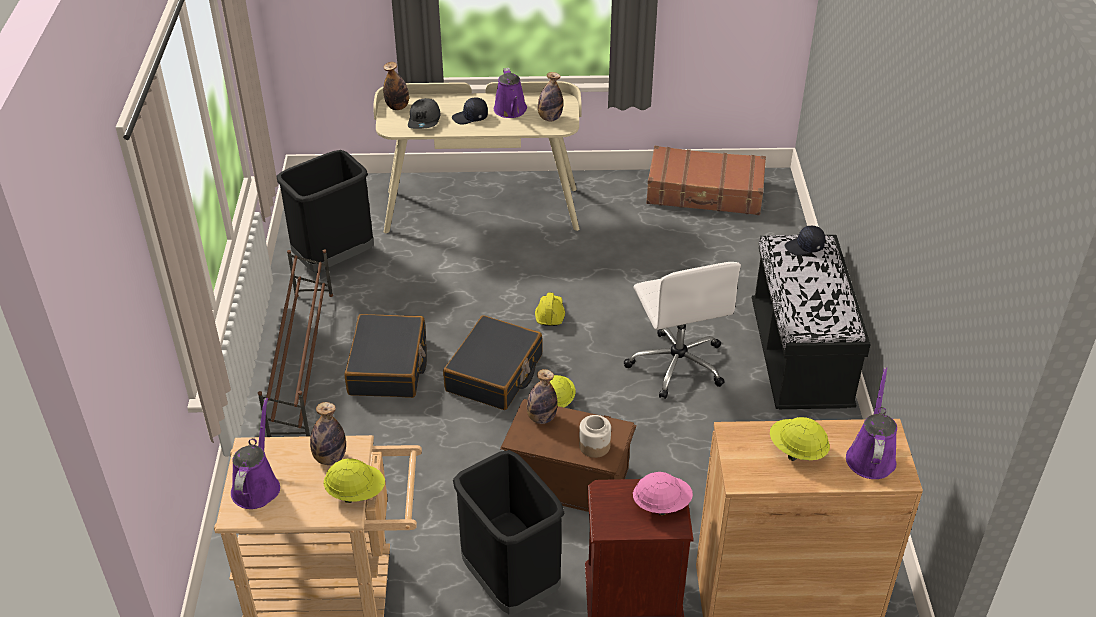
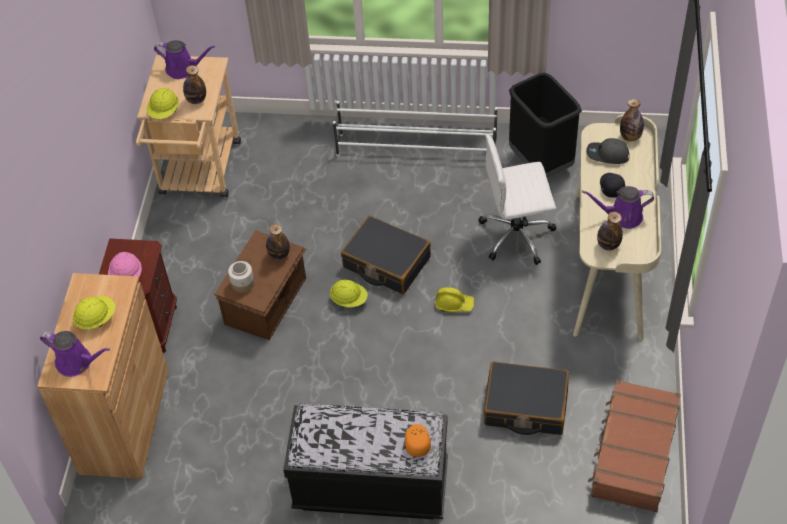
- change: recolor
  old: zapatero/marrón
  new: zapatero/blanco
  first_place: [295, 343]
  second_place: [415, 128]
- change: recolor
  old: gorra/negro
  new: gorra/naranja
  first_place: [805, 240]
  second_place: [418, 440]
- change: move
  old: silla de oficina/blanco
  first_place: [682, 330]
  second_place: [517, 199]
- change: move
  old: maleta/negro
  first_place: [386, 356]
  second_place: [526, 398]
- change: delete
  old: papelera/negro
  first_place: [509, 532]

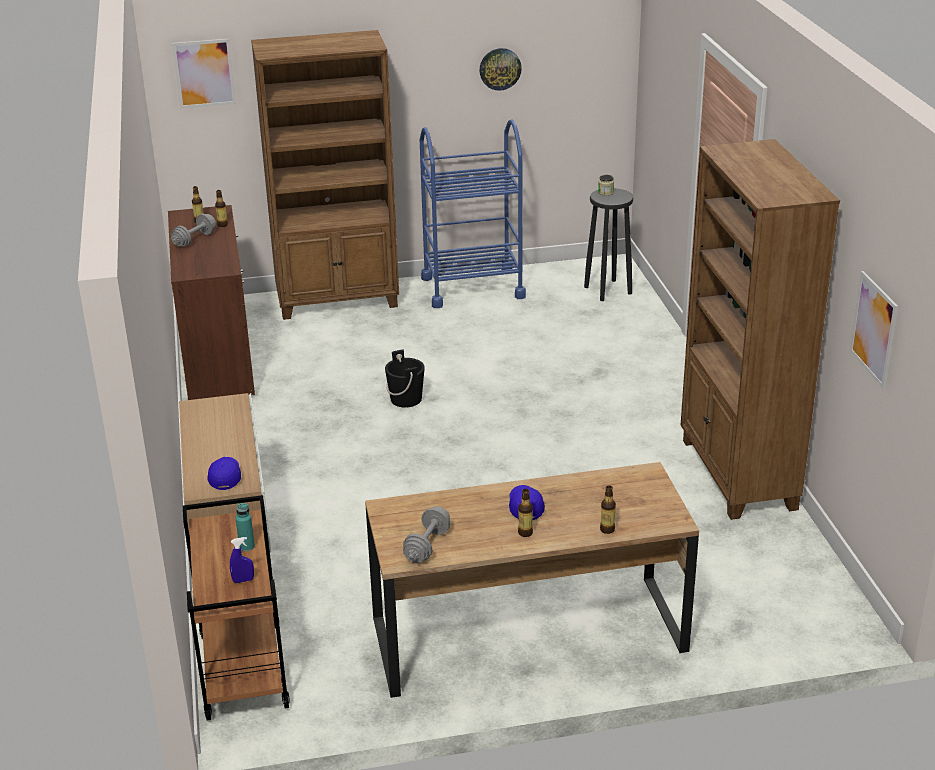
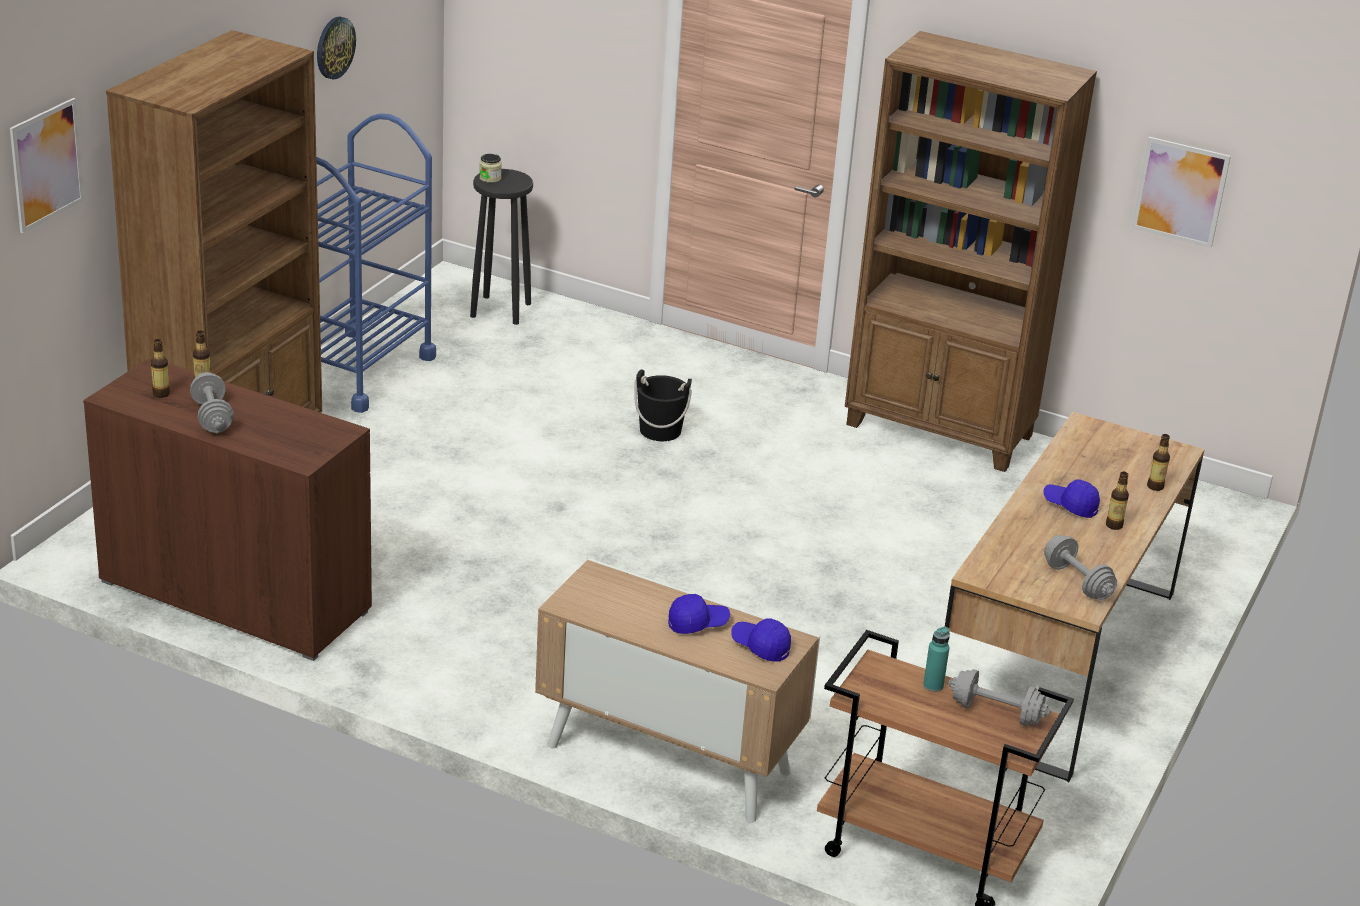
- change: move
  old: cubo/negro
  first_place: [405, 378]
  second_place: [663, 405]
- change: insert
  new: gorra/azul
  second_place: [699, 614]
- change: replace
  old: pulverizador/azul
  new: mancuerna/gris
  first_place: [242, 560]
  second_place: [999, 697]

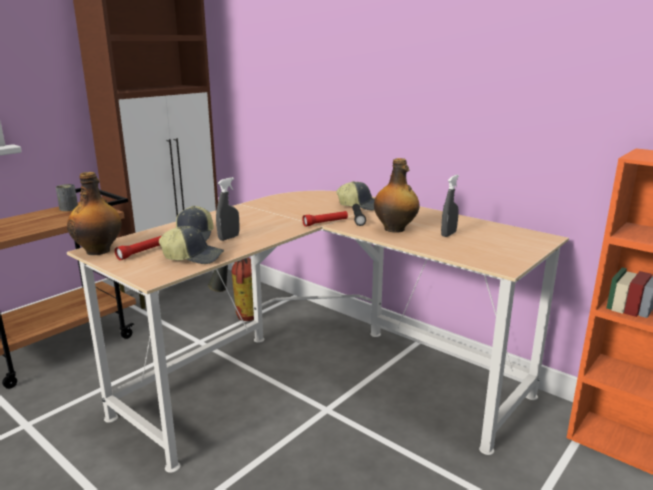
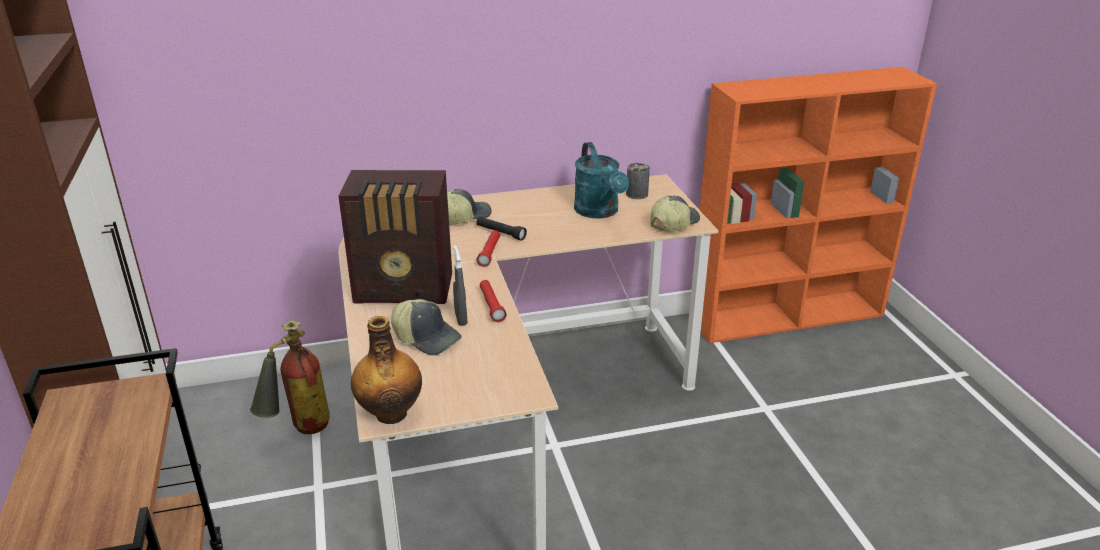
- change: insert
  new: radio
  second_place: [395, 237]
- change: move
  old: linterna/rojo
  first_place: [138, 248]
  second_place: [493, 301]
- change: replace
  old: pulverizador/gris
  new: regadera/turquesa
  first_place: [450, 206]
  second_place: [601, 180]
- change: move
  old: lata
  first_place: [67, 197]
  second_place: [638, 181]
- change: move
  old: gorra
  first_place: [191, 245]
  second_place: [675, 214]
- change: delete
  old: botella
  first_place: [396, 195]

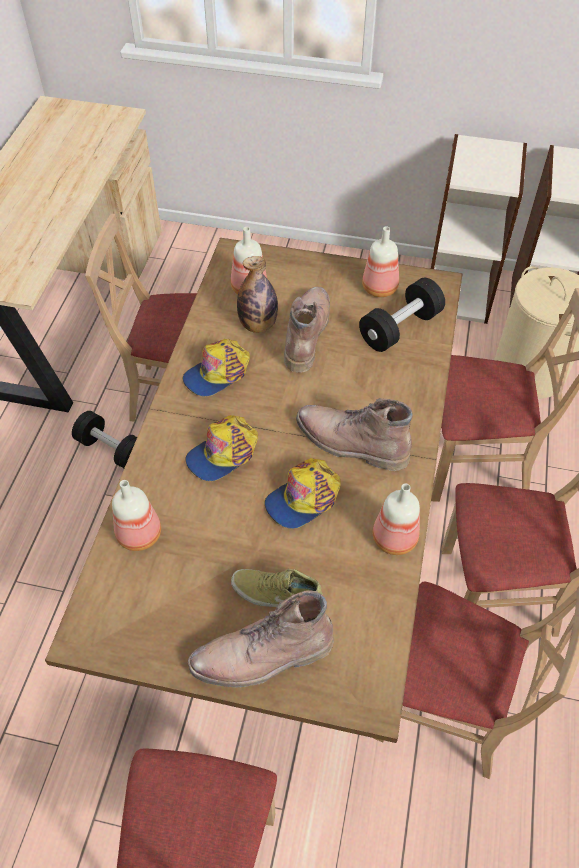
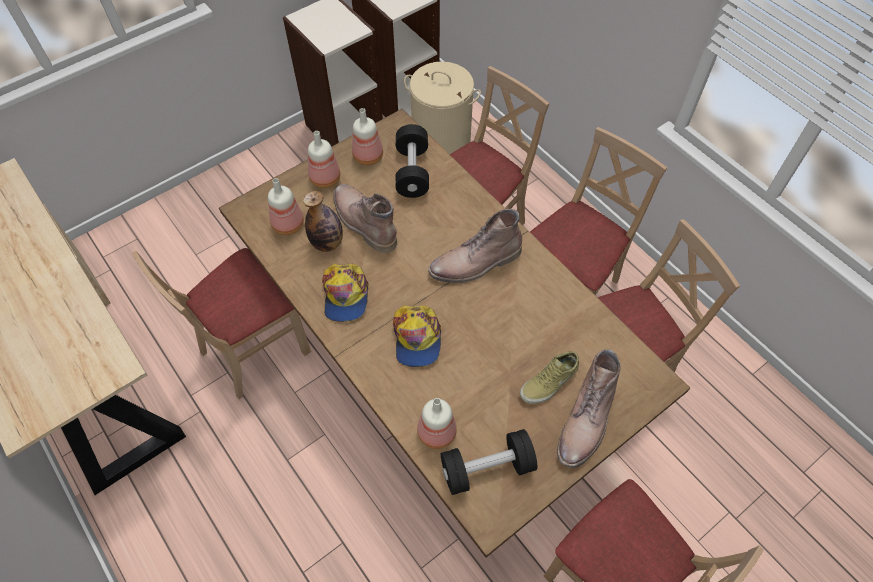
- change: move
  old: botella
  first_place: [396, 519]
  second_place: [324, 159]
- change: move
  old: mancuerna/negro
  first_place: [104, 439]
  second_place: [489, 462]
- change: delete
  old: gorra
  first_place: [302, 493]

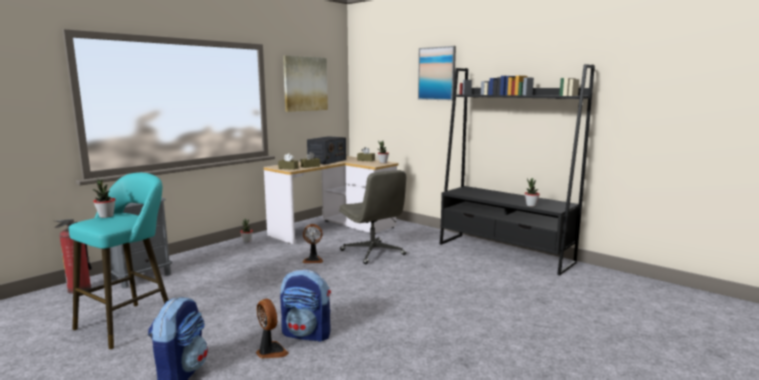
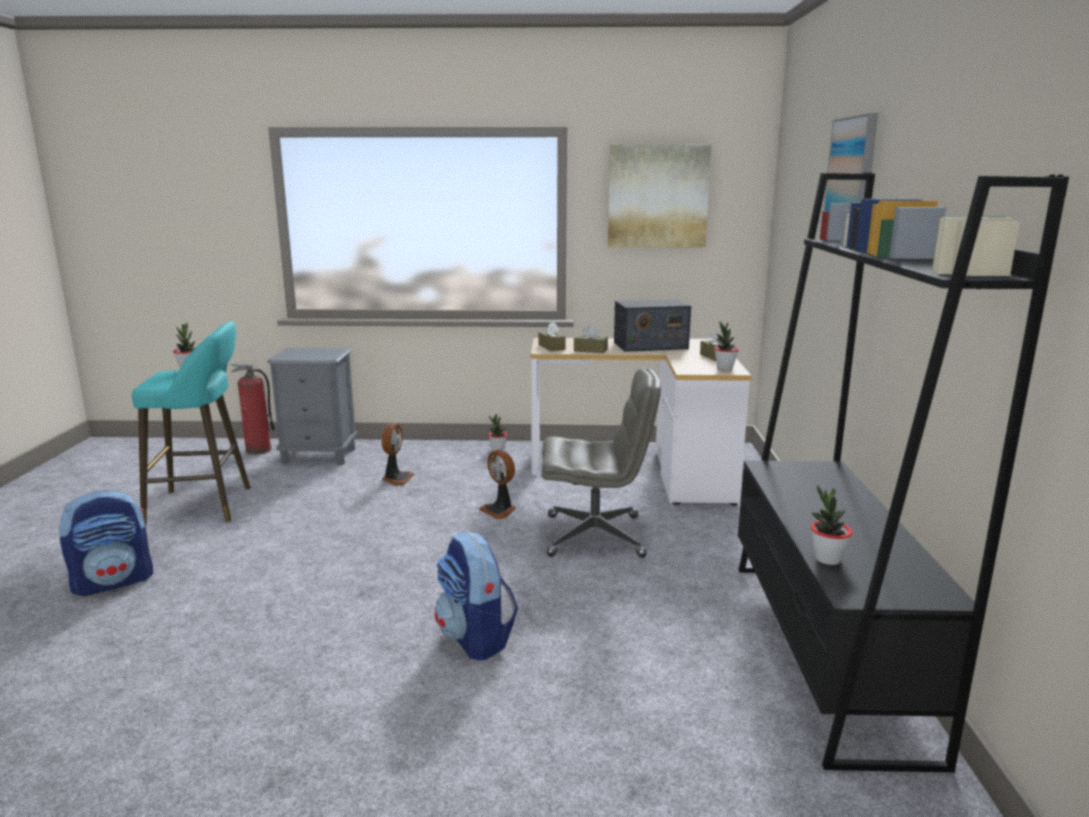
- change: move
  old: ventilador
  first_place: [272, 329]
  second_place: [397, 454]
- change: move
  old: mochila
  first_place: [305, 305]
  second_place: [476, 596]
- change: rotate
  old: silla de oficina/gris
  first_place: [372, 217]
  second_place: [601, 463]
  degrees: -105

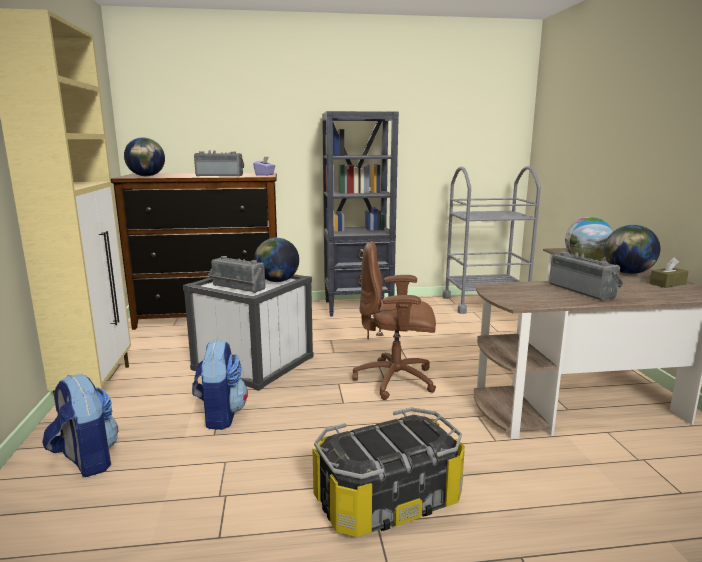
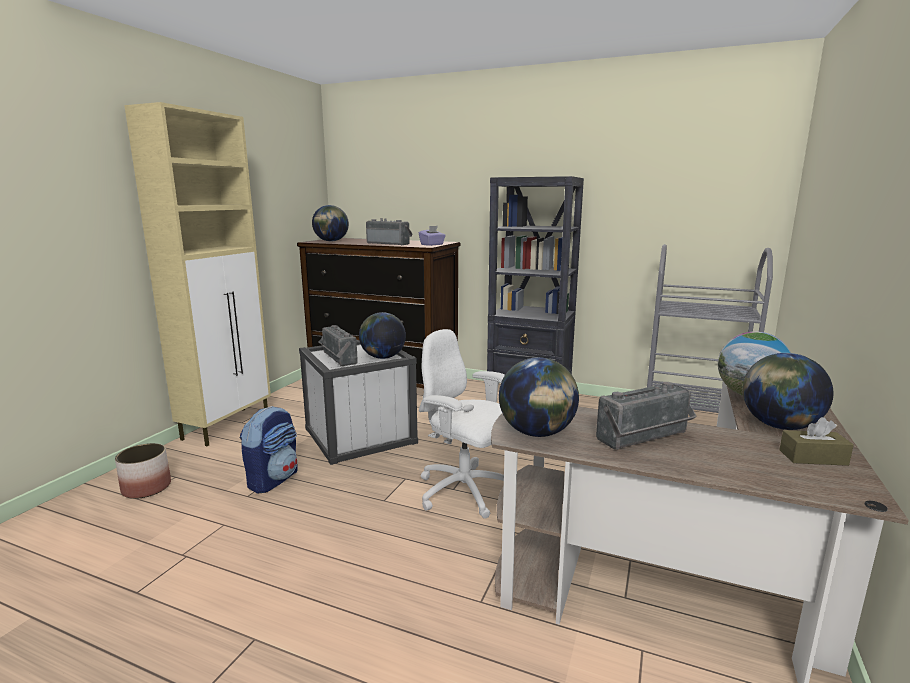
- change: replace
  old: mochila
  new: maceta
  first_place: [80, 425]
  second_place: [143, 471]
- change: recolor
  old: silla de oficina/marrón
  new: silla de oficina/blanco
  first_place: [394, 320]
  second_place: [462, 424]
- change: insert
  new: globo terráqueo
  second_place: [539, 397]
- change: rotate
  old: radio
  first_place: [586, 276]
  second_place: [646, 416]
  degrees: 60
- change: delete
  old: caja de almacenaje
  first_place: [389, 472]

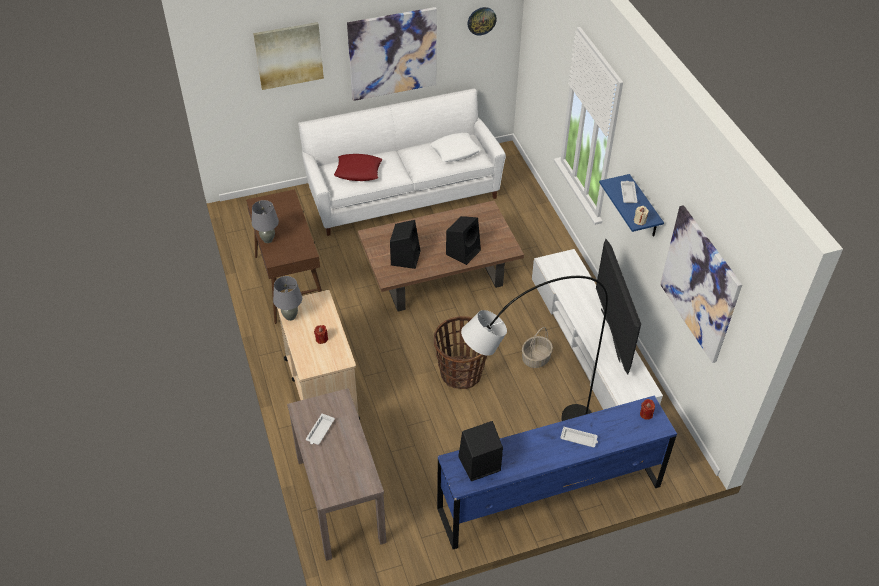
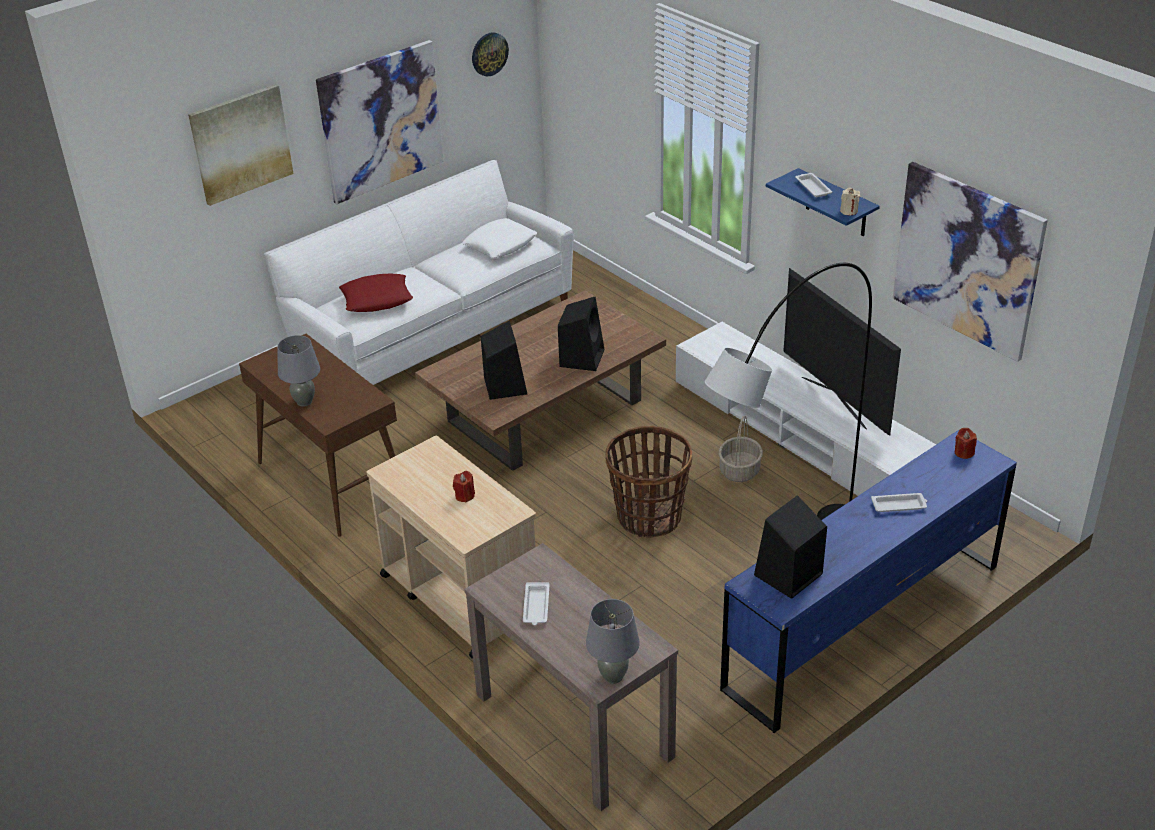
- change: move
  old: lámpara de mesa/gris
  first_place: [287, 298]
  second_place: [613, 641]

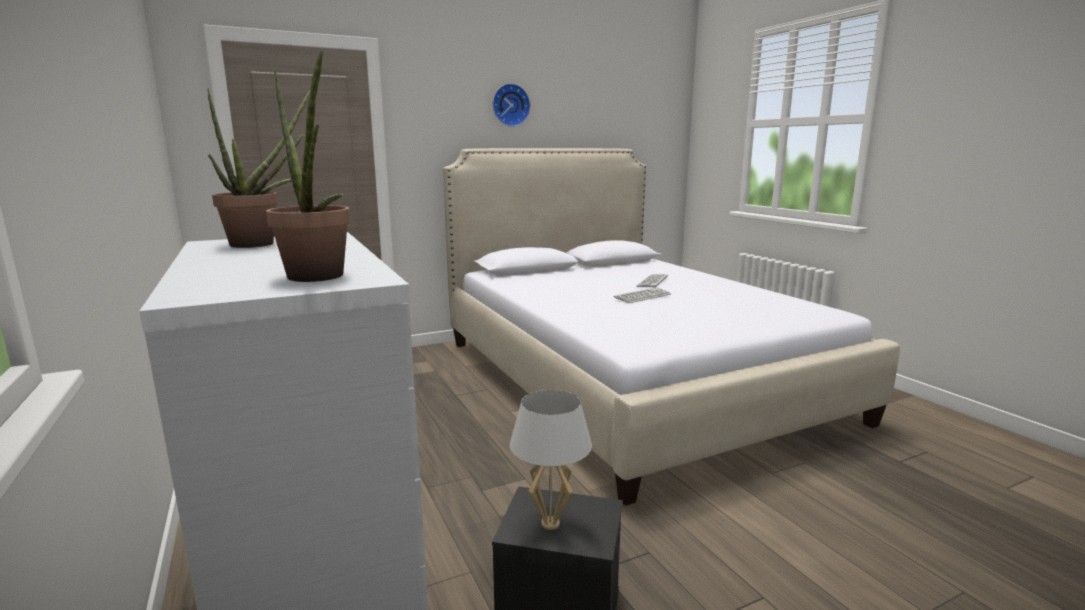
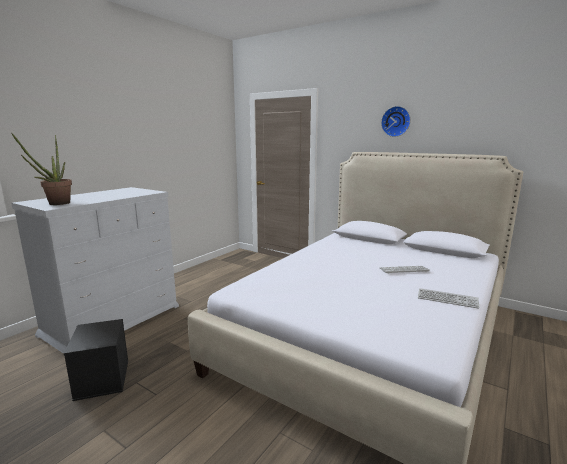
- change: move
  old: teclado
  first_place: [642, 295]
  second_place: [448, 298]
- change: delete
  old: planta en maceta
  first_place: [258, 168]
- change: delete
  old: lámpara de mesa/blanco
  first_place: [551, 460]

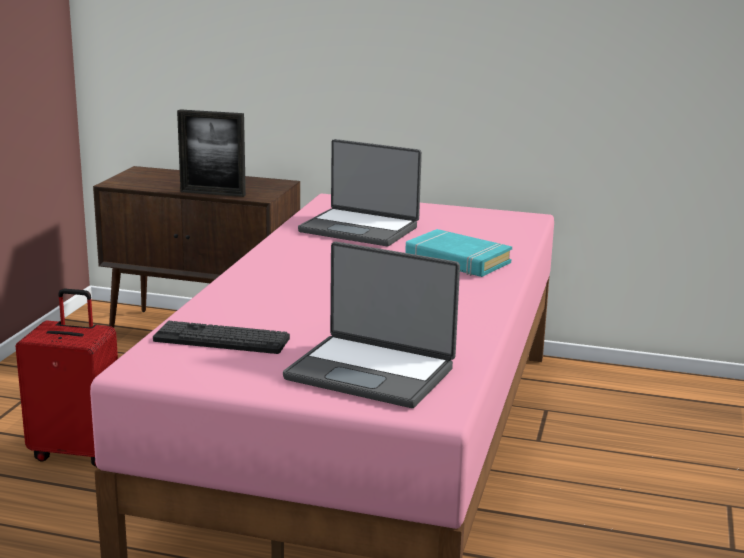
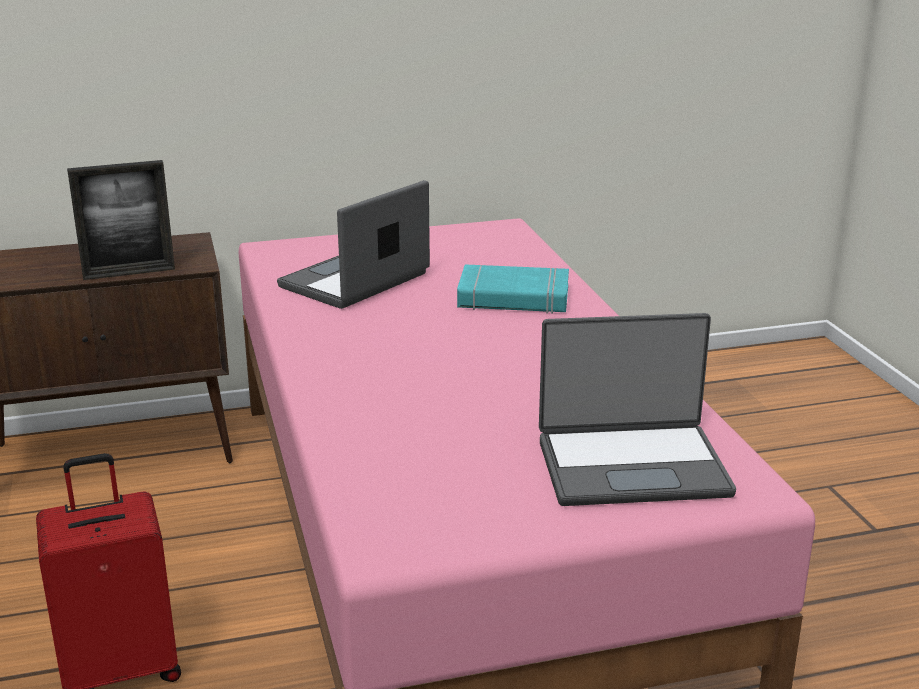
- change: rotate
  old: portátil
  first_place: [360, 192]
  second_place: [353, 244]
  degrees: 135
- change: delete
  old: teclado
  first_place: [221, 337]

